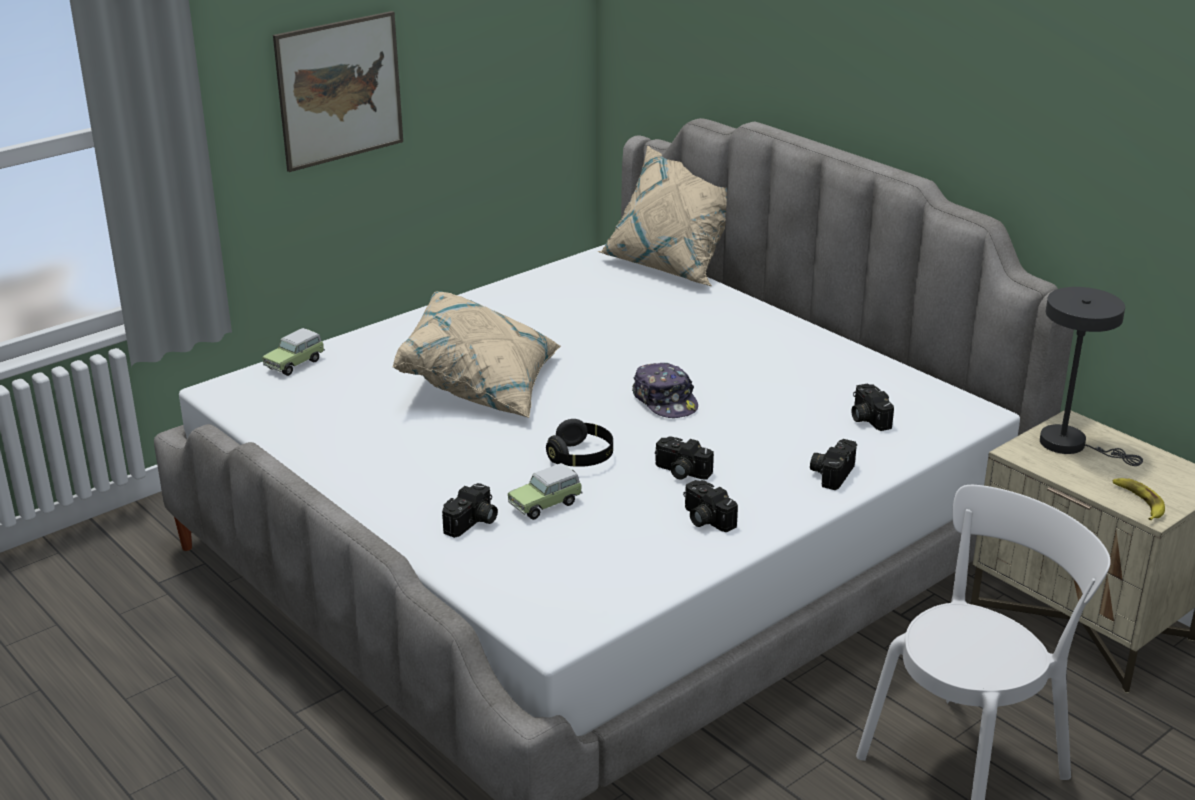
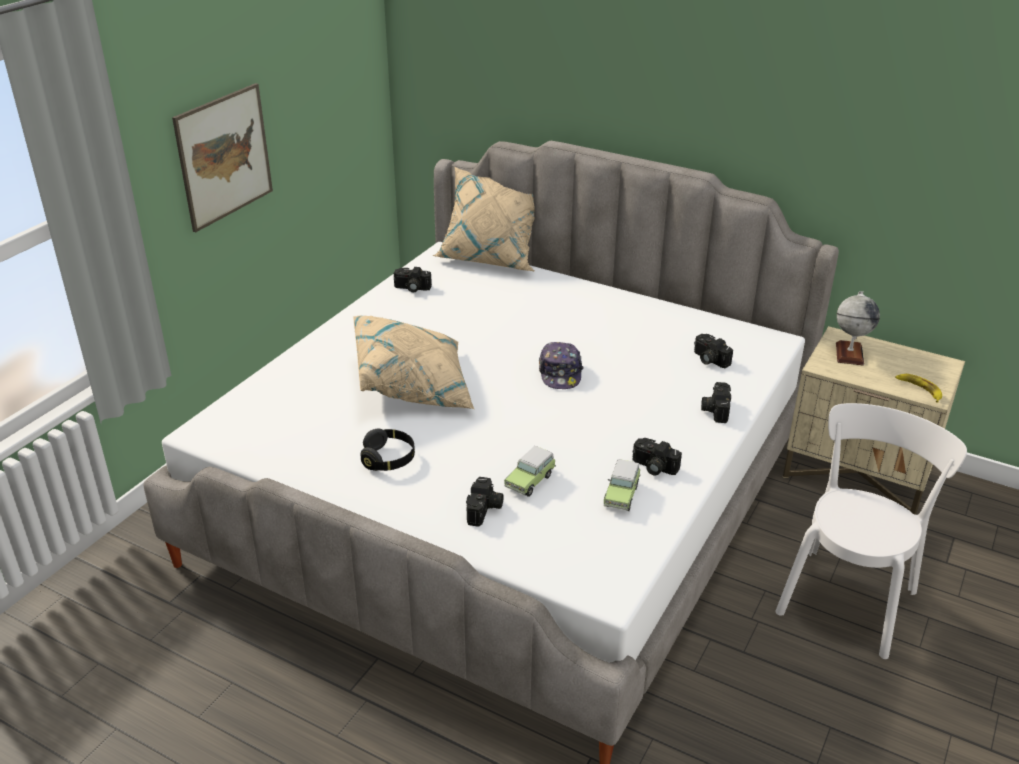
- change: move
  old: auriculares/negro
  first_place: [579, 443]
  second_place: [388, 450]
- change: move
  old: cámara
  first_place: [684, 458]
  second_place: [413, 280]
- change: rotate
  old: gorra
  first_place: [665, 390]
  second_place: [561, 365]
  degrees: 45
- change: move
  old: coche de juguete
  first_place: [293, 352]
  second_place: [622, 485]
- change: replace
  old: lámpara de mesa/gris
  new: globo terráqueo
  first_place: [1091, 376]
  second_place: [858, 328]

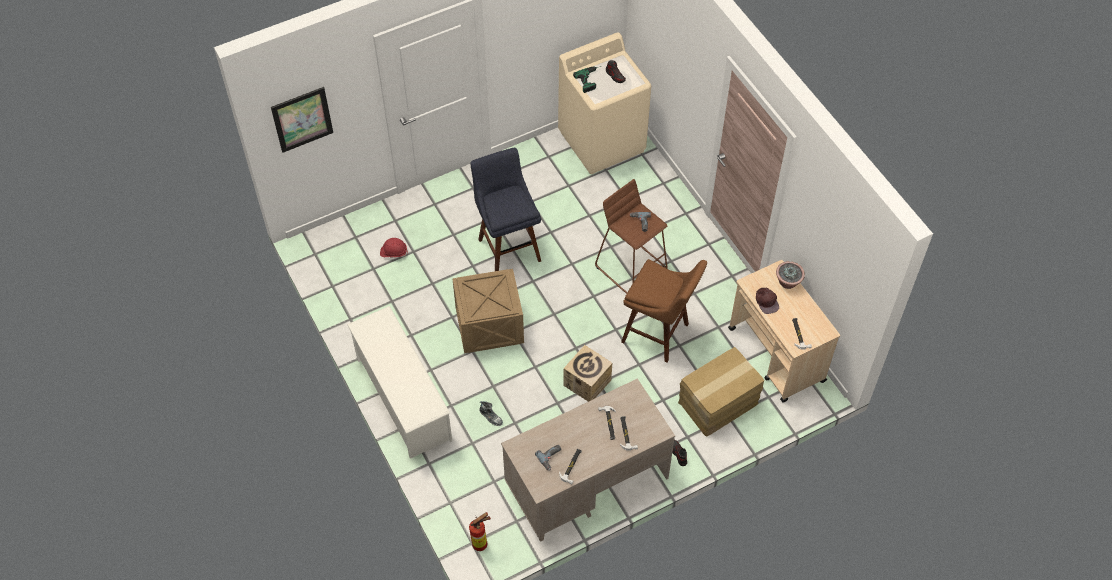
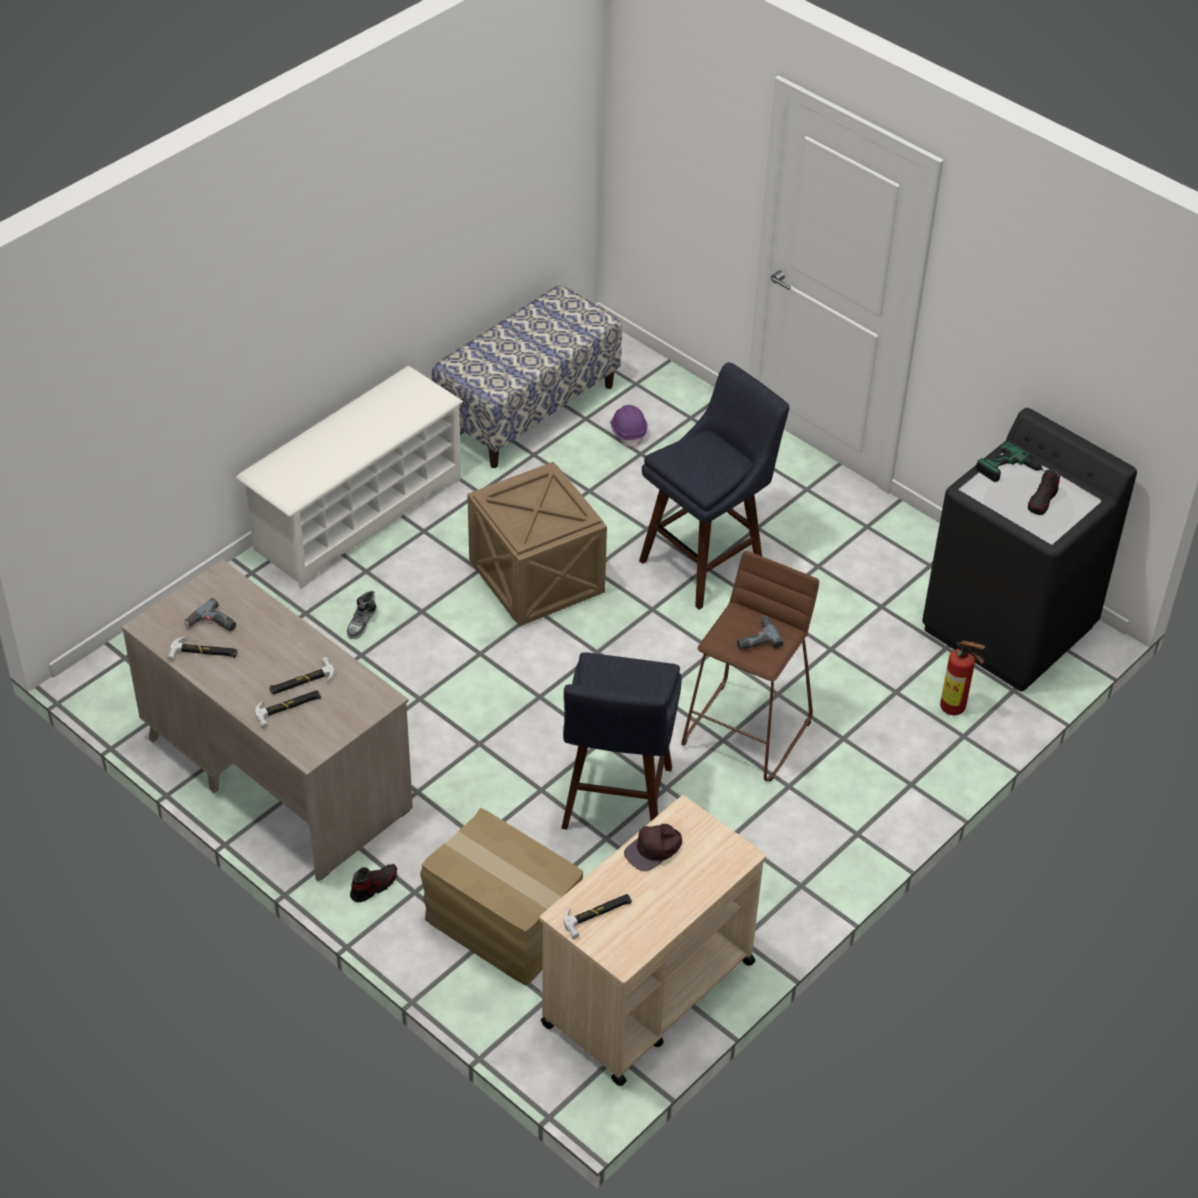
- change: insert
  new: banco
  second_place: [527, 376]
- change: recolor
  old: taburete/marrón
  new: taburete/azul
  first_place: [664, 310]
  second_place: [621, 741]
- change: recolor
  old: casco/rojo
  new: casco/morado
  first_place: [394, 248]
  second_place: [629, 426]
- change: recolor
  old: lavadora/beis
  new: lavadora/negro
  first_place: [604, 103]
  second_place: [1029, 549]
- change: move
  old: extintor
  first_place: [480, 531]
  second_place: [962, 677]
- change: delete
  old: cuadro
  first_place: [302, 120]
- change: delete
  old: caja de cartón
  first_place: [587, 373]
- change: delete
  old: planta en maceta
  first_place: [790, 275]

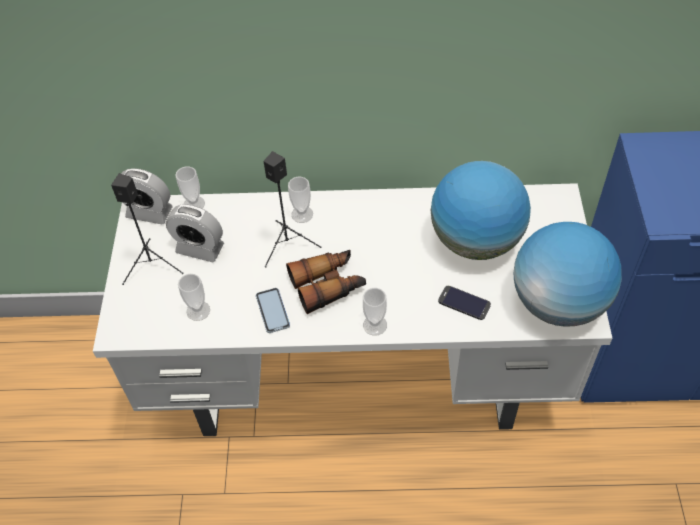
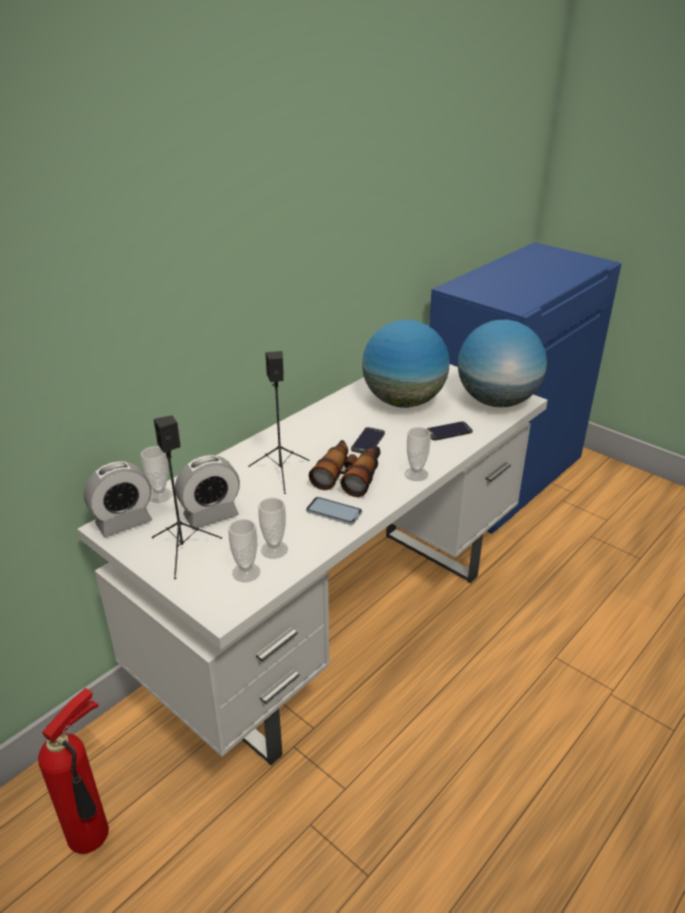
- change: insert
  new: extintor
  second_place: [73, 771]
- change: move
  old: taza
  first_place: [300, 200]
  second_place: [244, 550]
- change: insert
  new: móvil
  second_place: [368, 440]

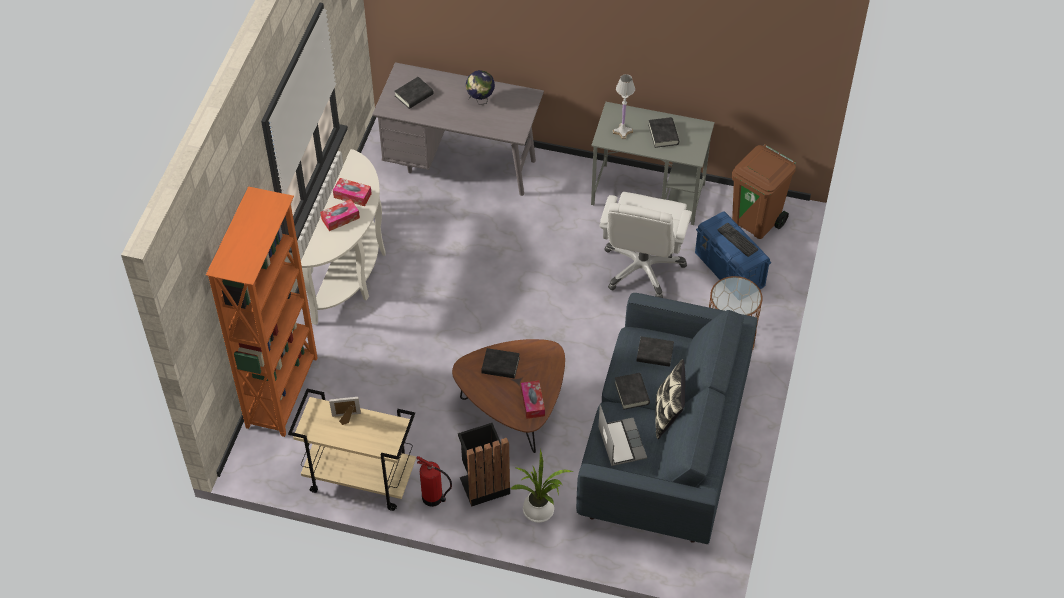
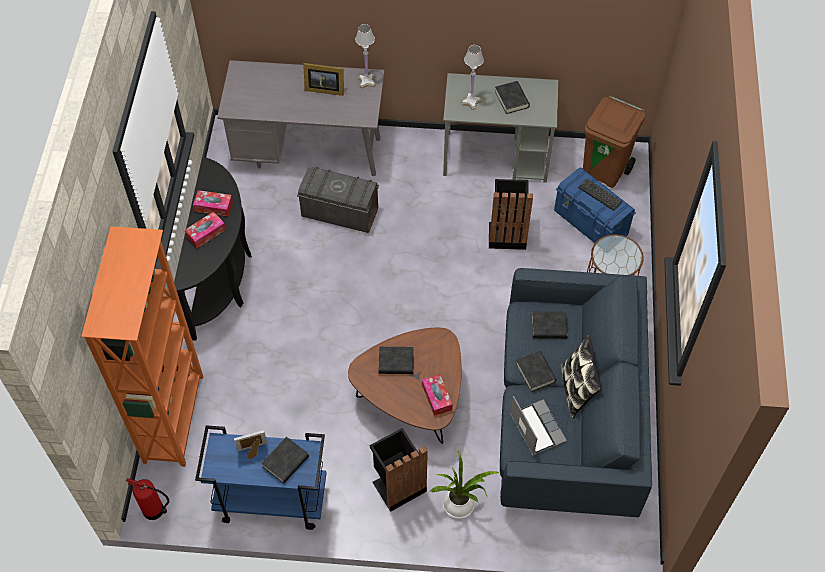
- change: move
  old: extintor
  first_place: [434, 481]
  second_place: [147, 499]
- change: recolor
  old: mesa consola/blanco
  new: mesa consola/negro
  first_place: [343, 237]
  second_place: [213, 249]
- change: recolor
  old: carrito/beis
  new: carrito/azul
  first_place: [352, 450]
  second_place: [261, 477]
- change: move
  old: libro/negro
  first_place: [414, 93]
  second_place: [285, 460]
- change: insert
  new: caja de almacenaje/gris
  second_place: [338, 199]
- change: replace
  old: globo terráqueo
  new: portarretratos
  first_place: [480, 87]
  second_place: [323, 79]
- change: insert
  new: lámpara de mesa/blanco
  second_place: [365, 56]
- change: replace
  old: silla de oficina/blanco
  new: papelera/negro
  first_place: [645, 245]
  second_place: [511, 214]

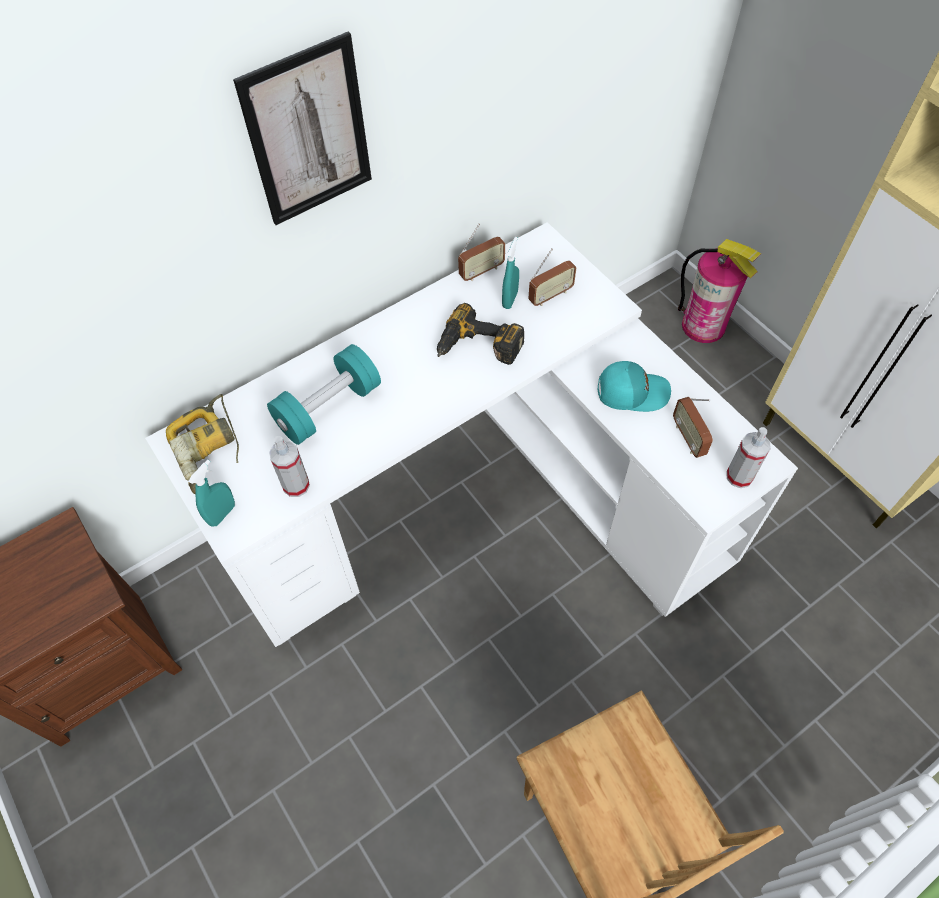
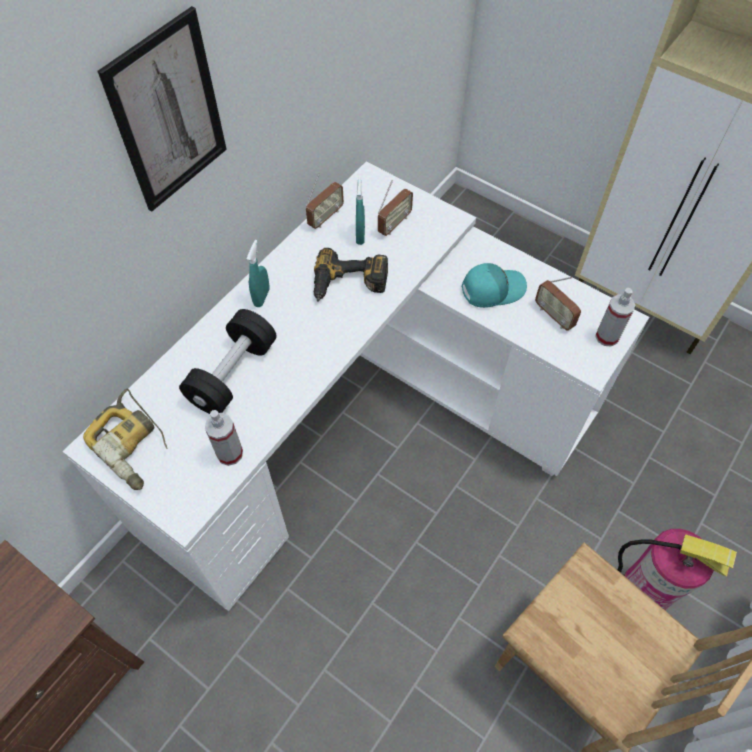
- change: recolor
  old: mancuerna/turquesa
  new: mancuerna/negro
  first_place: [324, 394]
  second_place: [228, 361]
- change: move
  old: pulverizador/turquesa
  first_place: [211, 493]
  second_place: [258, 273]
- change: move
  old: extintor
  first_place: [719, 291]
  second_place: [677, 569]

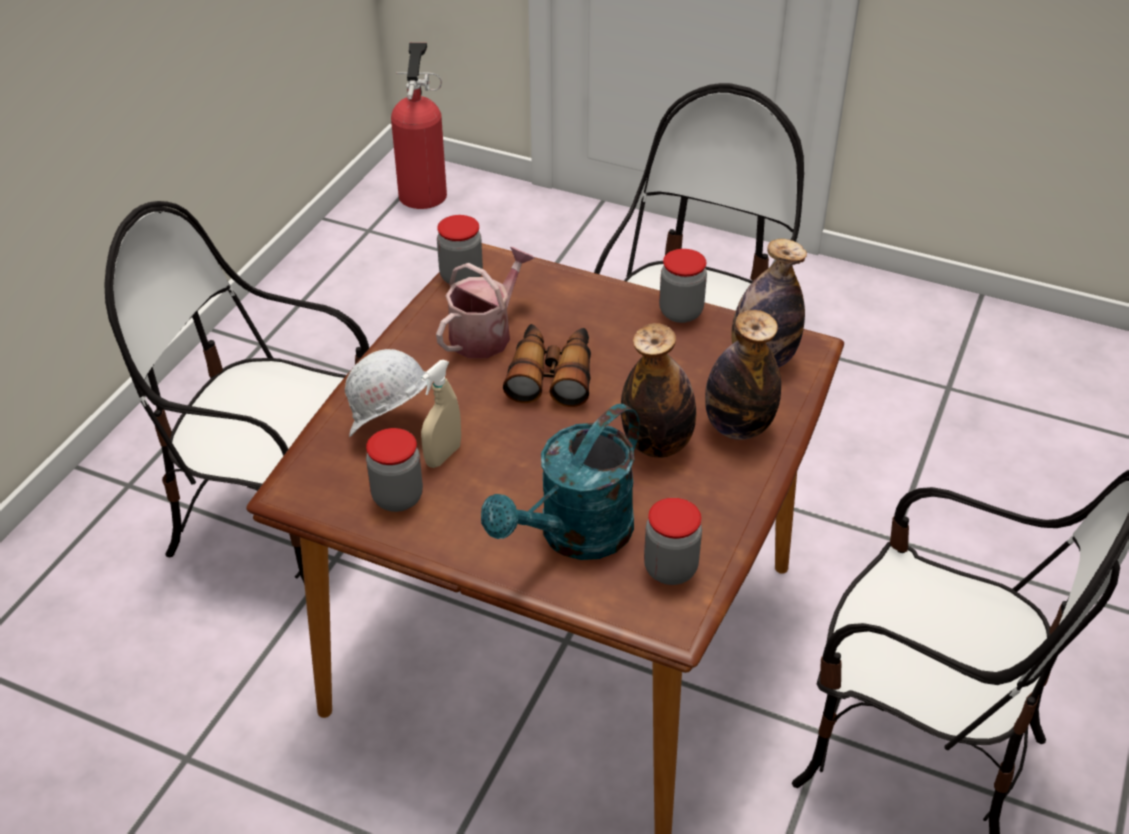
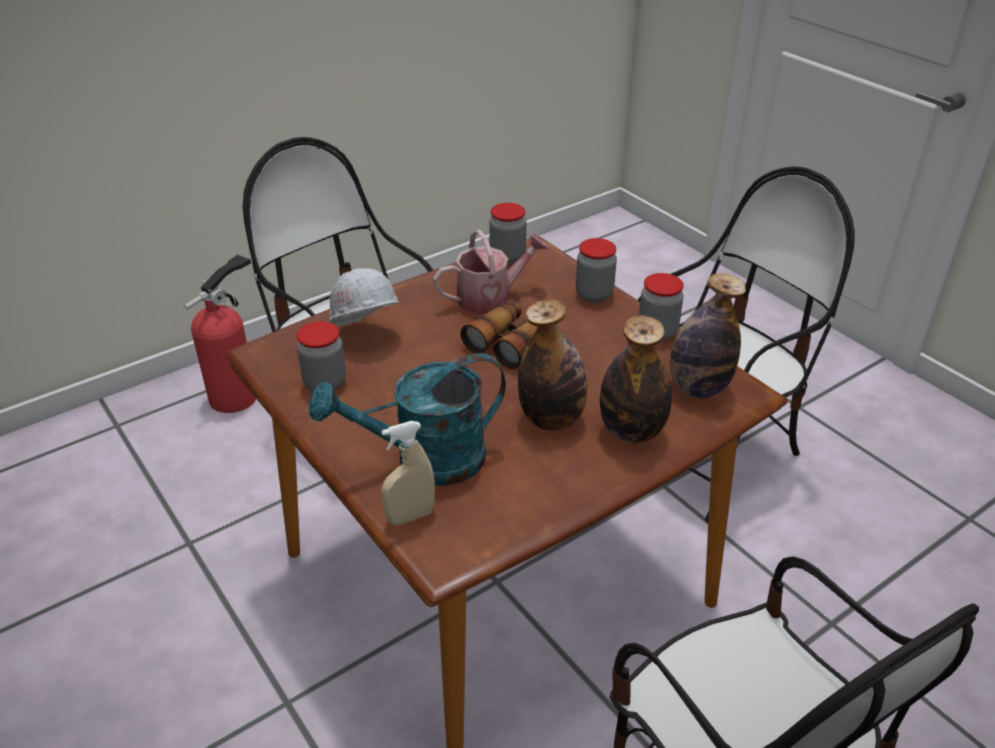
- change: move
  old: extintor
  first_place: [419, 126]
  second_place: [220, 334]
- change: move
  old: pulverizador/beis
  first_place: [441, 414]
  second_place: [408, 473]
- change: move
  old: tarro
  first_place: [673, 541]
  second_place: [596, 270]

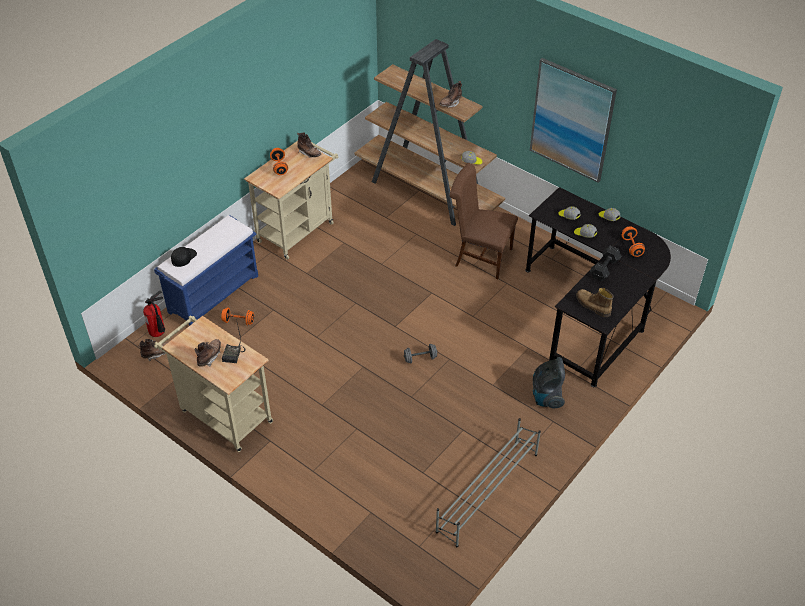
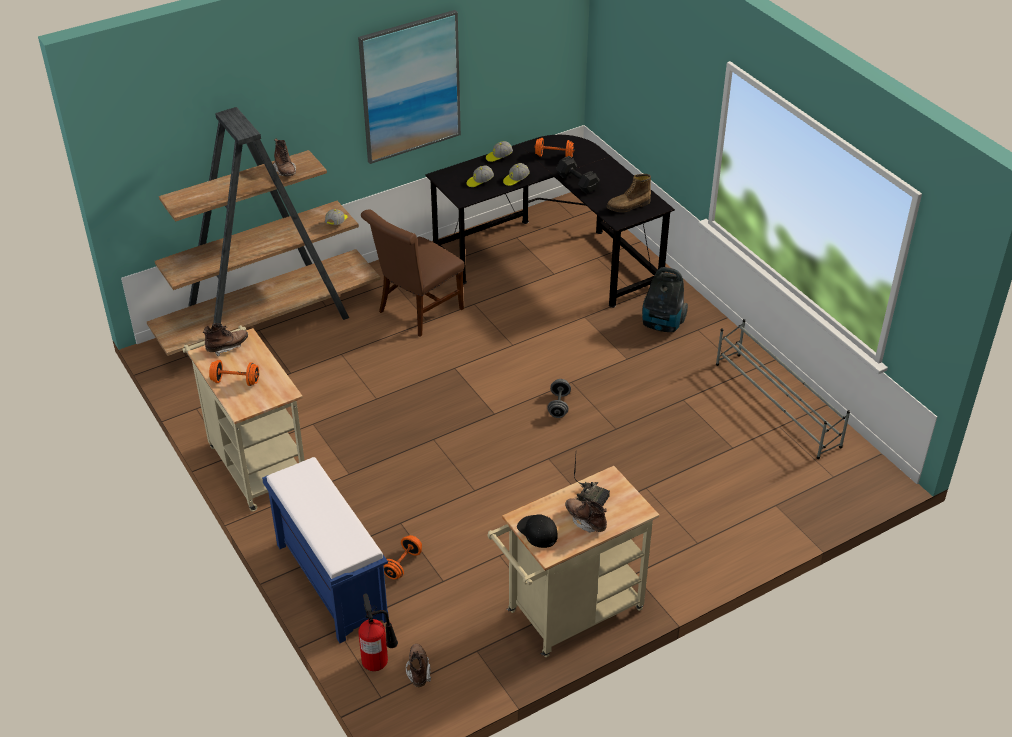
- change: move
  old: gorra/negro
  first_place: [184, 257]
  second_place: [537, 531]

